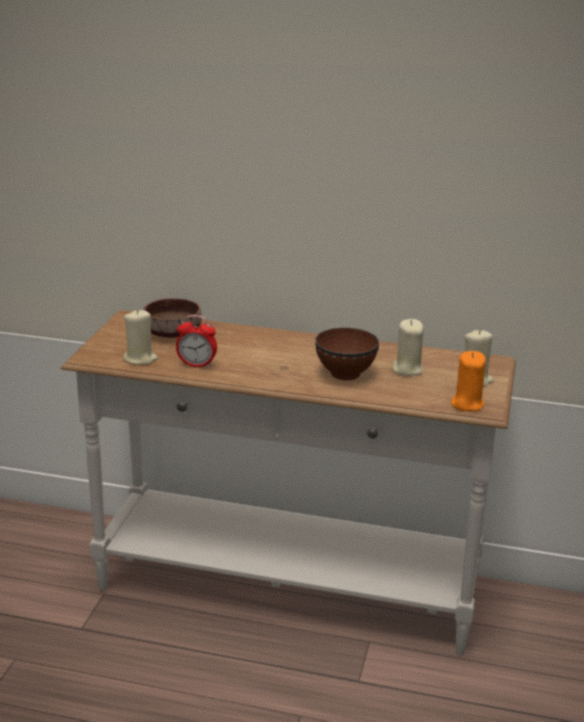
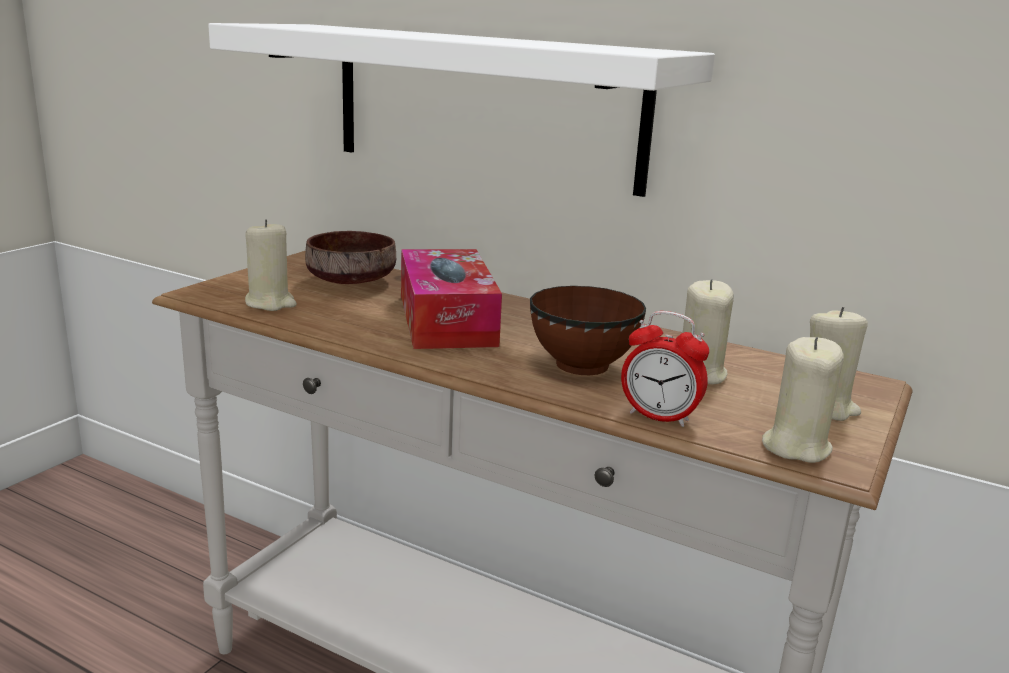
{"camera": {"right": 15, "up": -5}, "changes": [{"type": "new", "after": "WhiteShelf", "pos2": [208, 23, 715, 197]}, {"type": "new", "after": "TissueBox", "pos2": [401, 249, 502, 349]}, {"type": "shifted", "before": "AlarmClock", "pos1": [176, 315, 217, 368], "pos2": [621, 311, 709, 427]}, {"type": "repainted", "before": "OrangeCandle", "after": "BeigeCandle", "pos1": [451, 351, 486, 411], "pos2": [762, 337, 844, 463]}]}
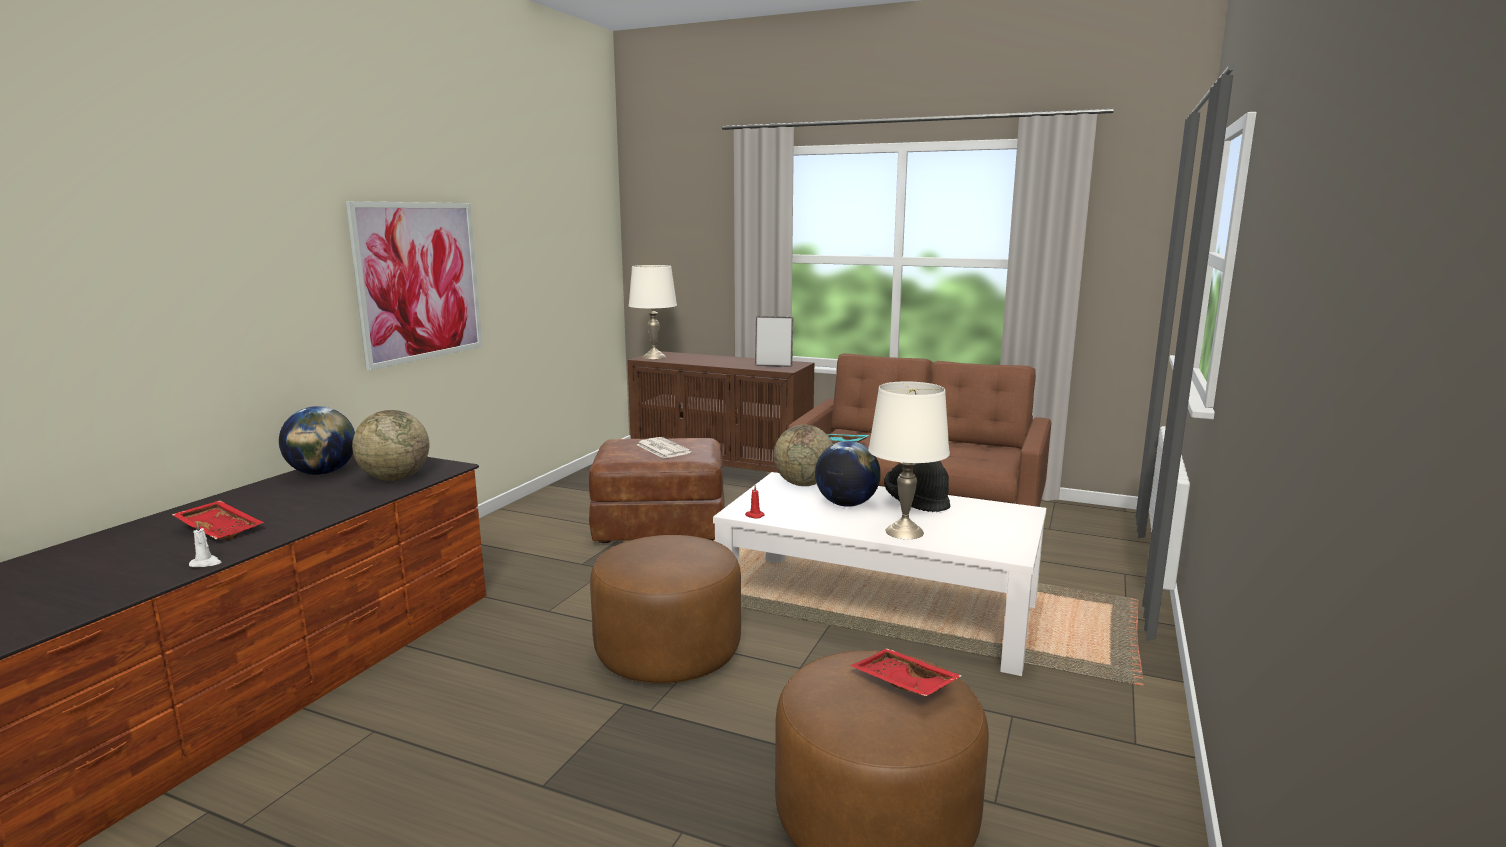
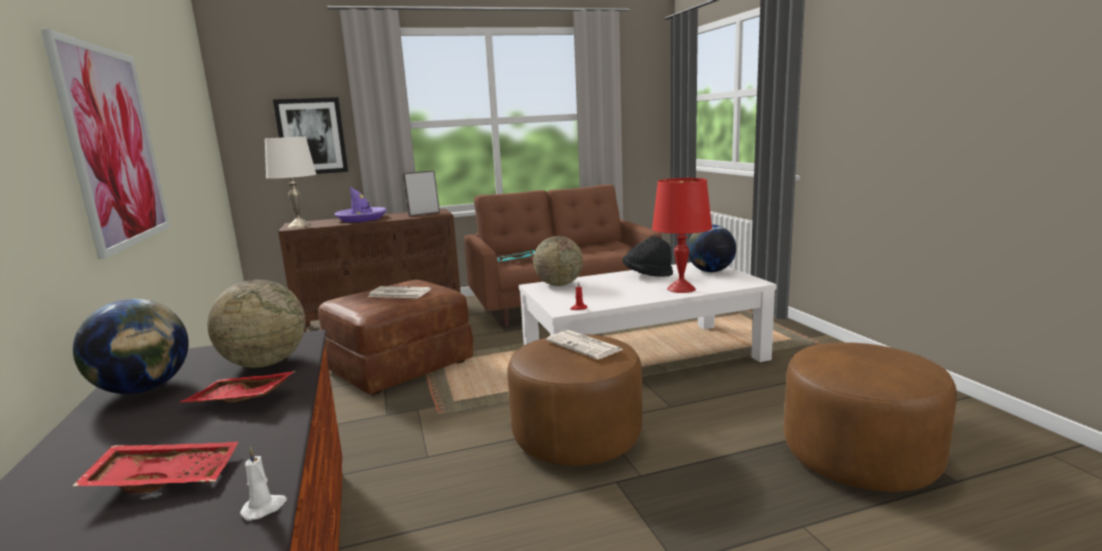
{"camera": {"right": -40, "up": 0}, "changes": [{"type": "shifted", "before": "RedTray", "pos1": [850, 648, 962, 697], "pos2": [180, 371, 296, 403]}, {"type": "new", "after": "Picture", "pos2": [273, 97, 348, 174]}, {"type": "new", "after": "PurpleHat", "pos2": [334, 187, 387, 222]}, {"type": "new", "after": "Newspaper", "pos2": [546, 330, 624, 359]}, {"type": "repainted", "before": "WhiteTableLamp", "after": "RedTableLamp", "pos1": [868, 381, 950, 539], "pos2": [652, 178, 712, 293]}, {"type": "shifted", "before": "Globe", "pos1": [815, 441, 881, 507], "pos2": [687, 224, 736, 272]}]}
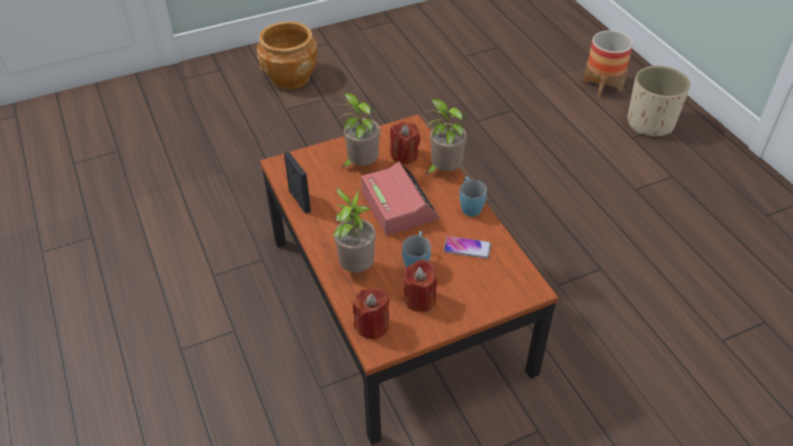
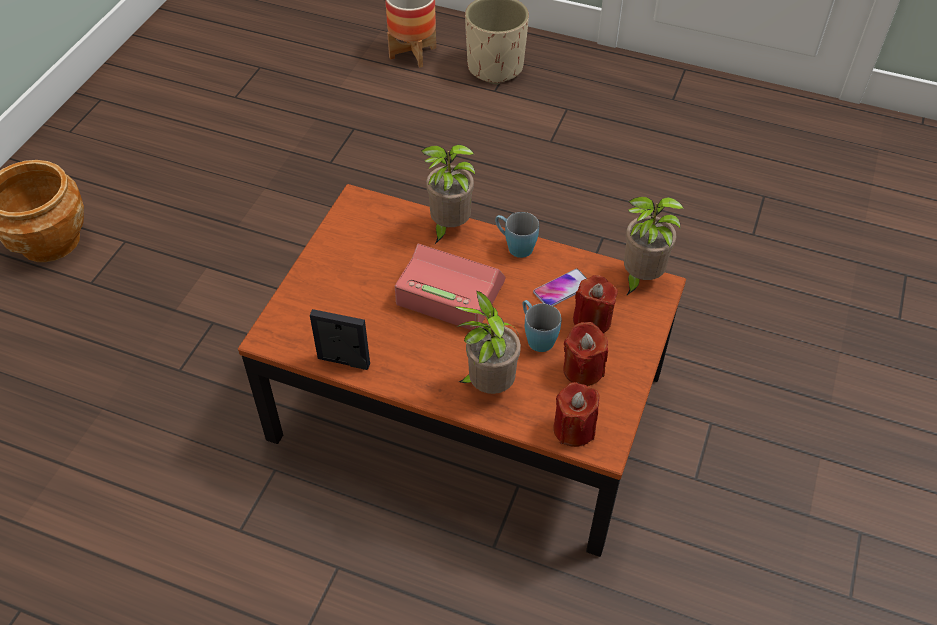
{"camera": {"right": -45, "up": 5}, "changes": [{"type": "shifted", "before": "RedCandle", "pos1": [390, 121, 421, 164], "pos2": [573, 275, 618, 333]}, {"type": "shifted", "before": "PottedPlant", "pos1": [337, 93, 380, 168], "pos2": [624, 197, 684, 296]}]}
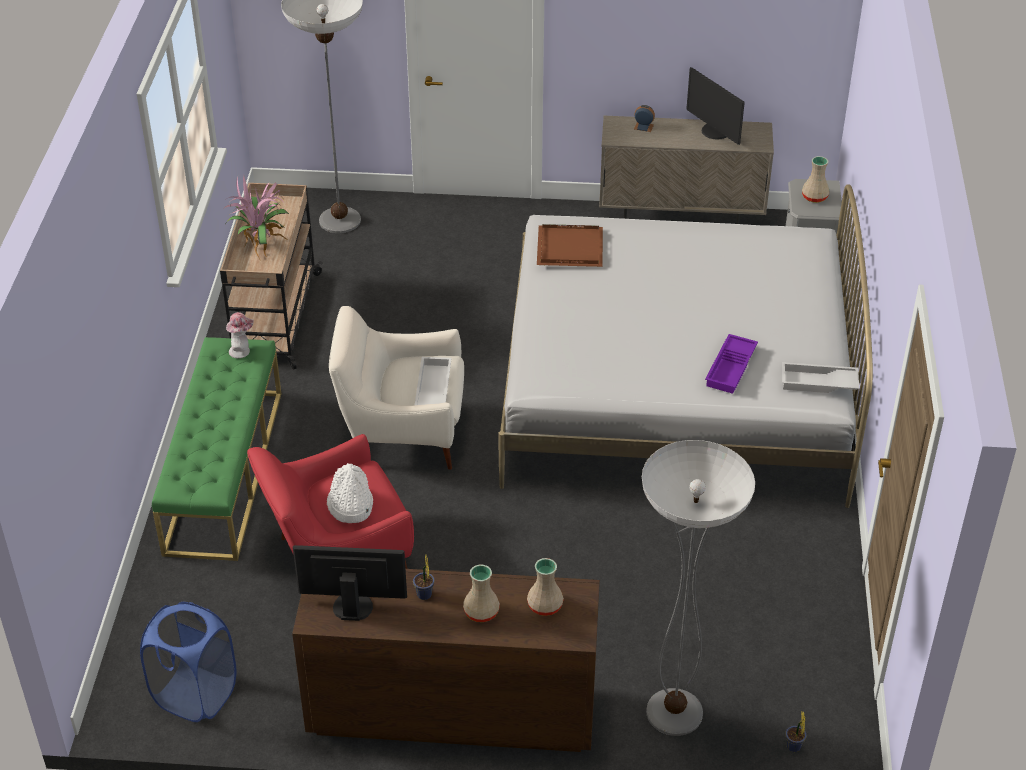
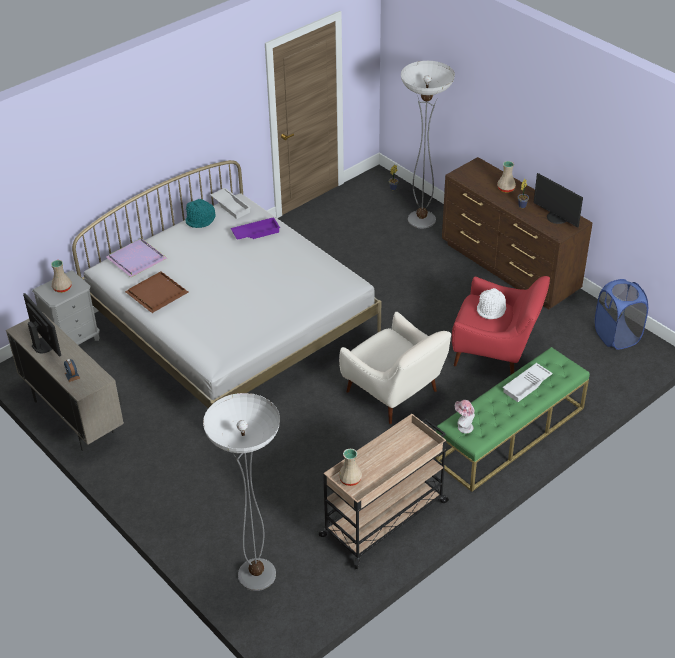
{"camera": {"right": -135, "up": 0}, "changes": [{"type": "rotated", "before": "Monitor", "pos1": [686, 67, 745, 145], "pos2": [23, 293, 61, 356], "turn": -45}, {"type": "new", "after": "PurpleTray", "pos2": [106, 238, 167, 277]}, {"type": "shifted", "before": "BrownTray", "pos1": [537, 224, 603, 267], "pos2": [125, 271, 188, 313]}, {"type": "new", "after": "TurquoiseHat", "pos2": [185, 199, 216, 228]}, {"type": "shifted", "before": "BeigeVase", "pos1": [527, 558, 564, 616], "pos2": [339, 449, 362, 486]}, {"type": "shifted", "before": "WhiteTray", "pos1": [415, 357, 452, 405], "pos2": [502, 363, 553, 402]}, {"type": "gone", "before": "PottedPlant", "pos1": [225, 177, 289, 259]}]}
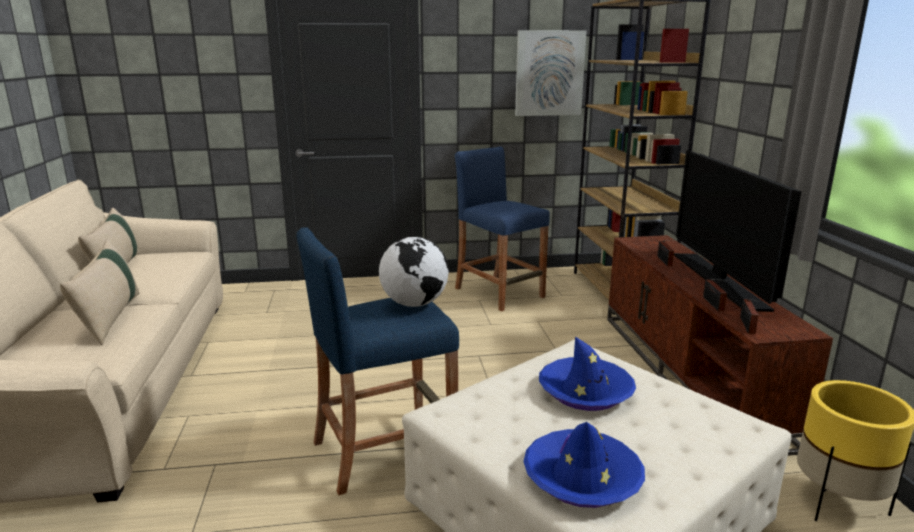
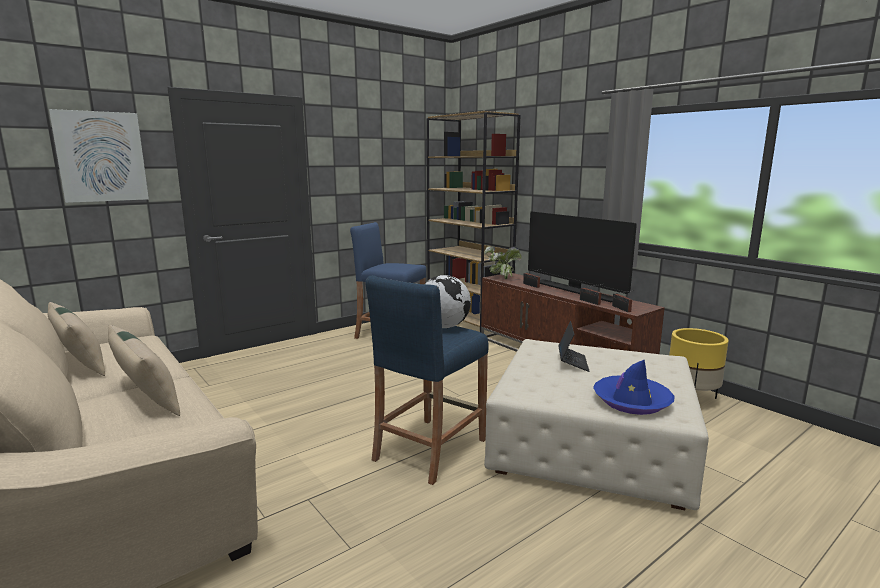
{"camera": {"right": -30, "up": -5}, "changes": [{"type": "shifted", "before": "Picture", "pos1": [515, 30, 587, 116], "pos2": [49, 109, 149, 203]}, {"type": "new", "after": "PottedPlant", "pos2": [484, 246, 521, 279]}, {"type": "swapped", "before": "BlueHat", "after": "Laptop", "pos1": [539, 337, 636, 411], "pos2": [558, 321, 589, 372]}]}
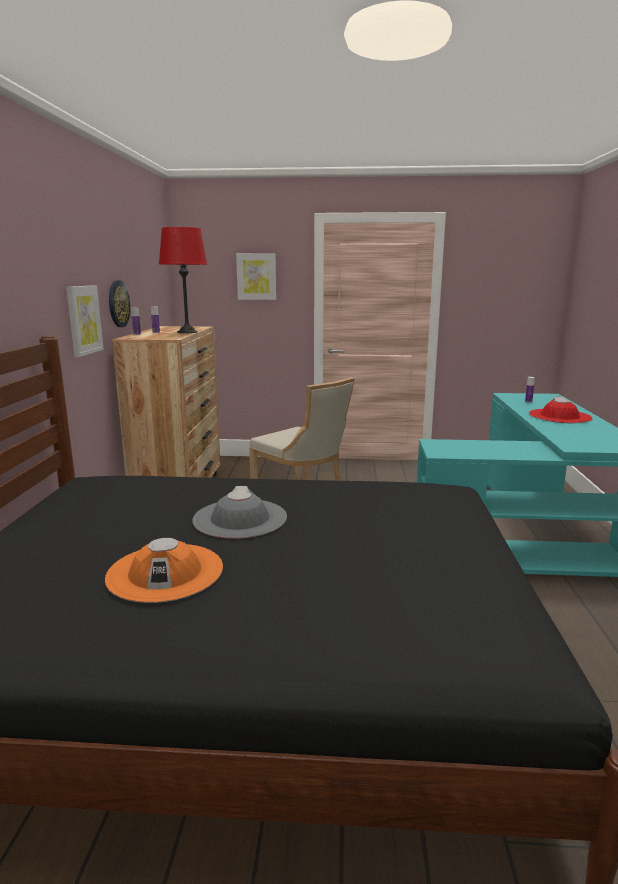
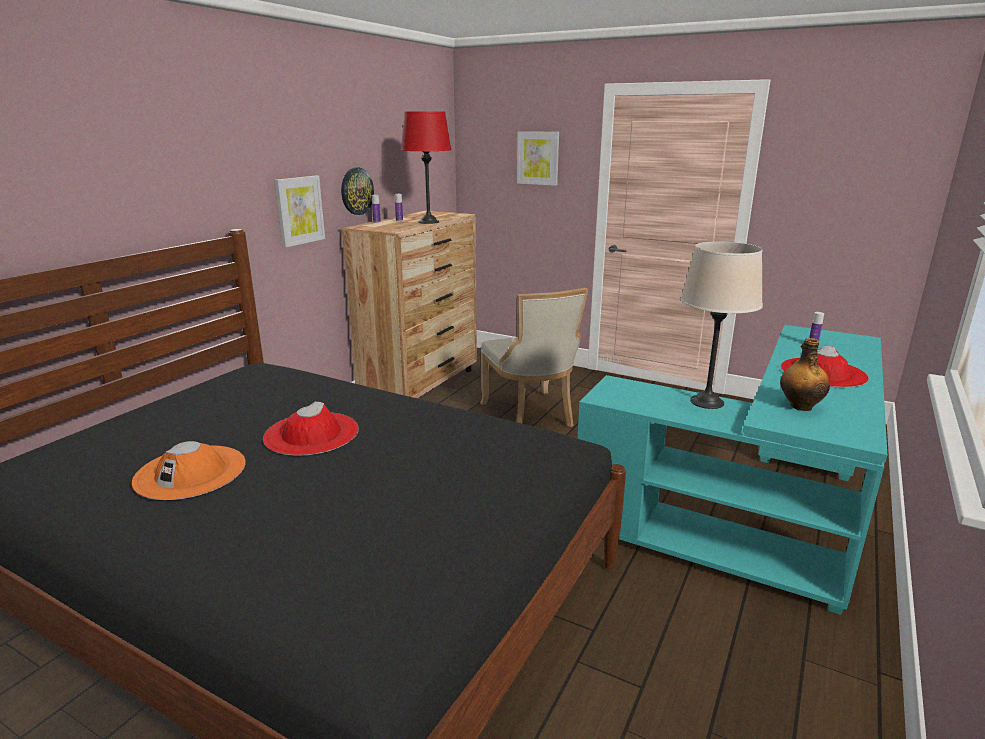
{"camera": {"right": 25, "up": 5}, "changes": [{"type": "repainted", "before": "GreyHat", "after": "RedHat", "pos1": [192, 486, 287, 539], "pos2": [263, 401, 359, 456]}, {"type": "new", "after": "BeigeTableLamp", "pos2": [680, 242, 763, 409]}, {"type": "new", "after": "Bottle", "pos2": [780, 338, 830, 411]}]}
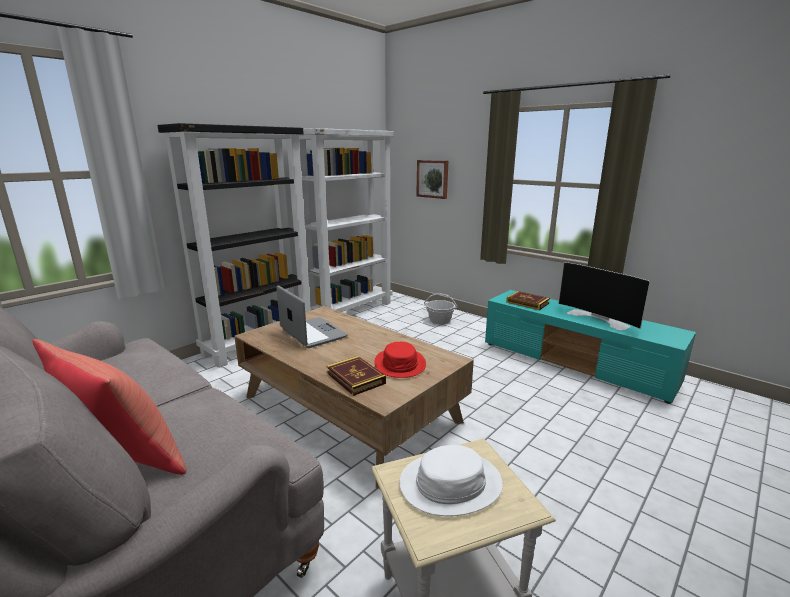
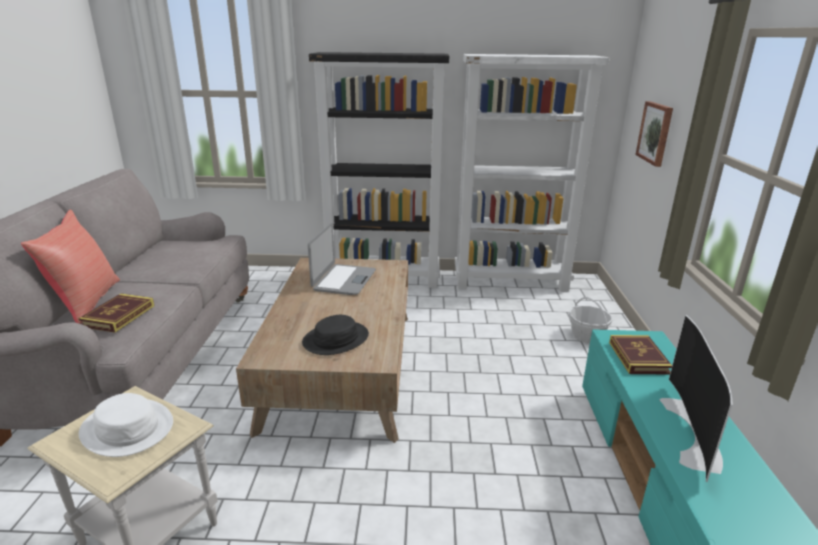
{"camera": {"right": 50, "up": 5}, "changes": [{"type": "shifted", "before": "Book", "pos1": [327, 356, 386, 396], "pos2": [78, 293, 154, 333]}, {"type": "repainted", "before": "RedHat", "after": "BlackHat", "pos1": [374, 342, 426, 378], "pos2": [302, 315, 369, 355]}]}
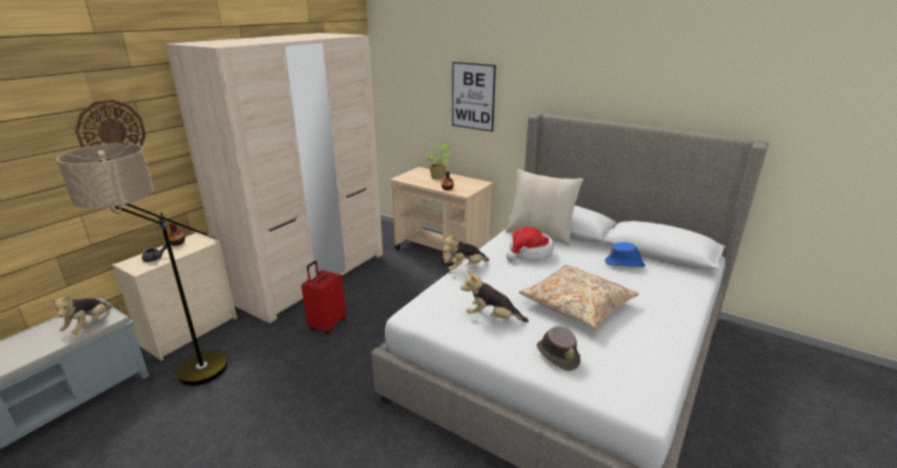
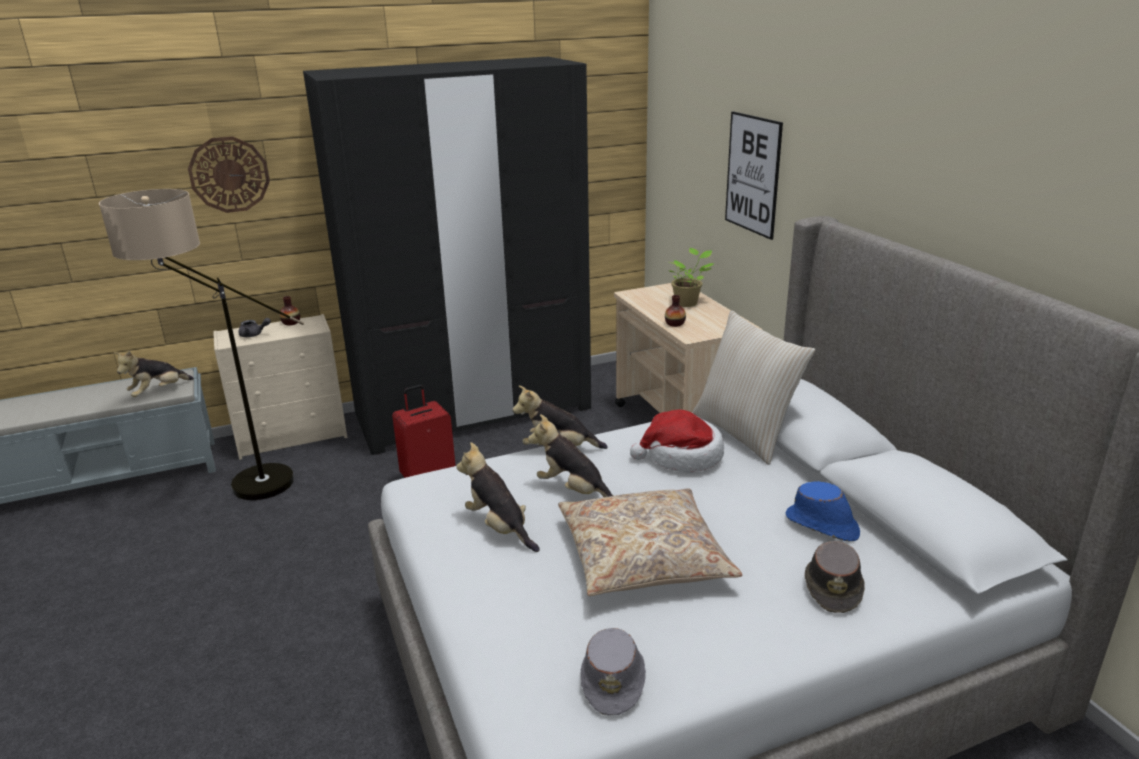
{"camera": {"right": 35, "up": 0}, "changes": [{"type": "repainted", "before": "BeigeWardrobe", "after": "BlackWardrobe", "pos1": [165, 33, 383, 323], "pos2": [303, 57, 591, 455]}, {"type": "new", "after": "PlushToy", "pos2": [528, 414, 613, 497]}, {"type": "new", "after": "GreyHat", "pos2": [581, 628, 646, 715]}, {"type": "shifted", "before": "BrownHat", "pos1": [537, 326, 580, 371], "pos2": [805, 541, 865, 613]}]}
